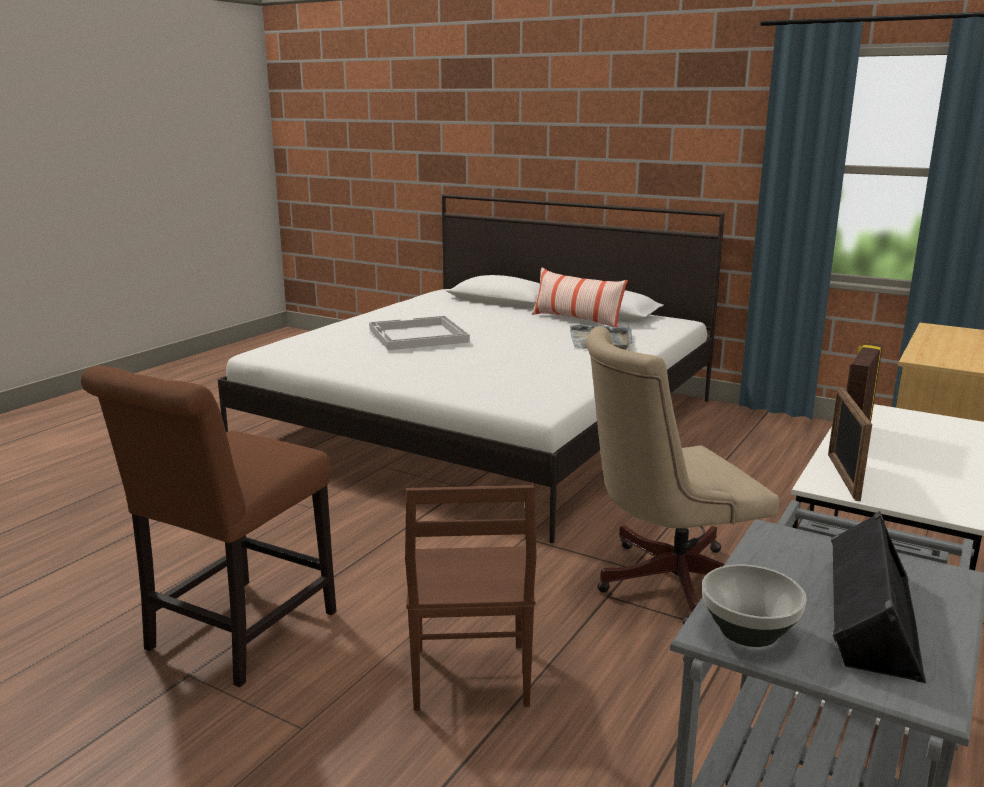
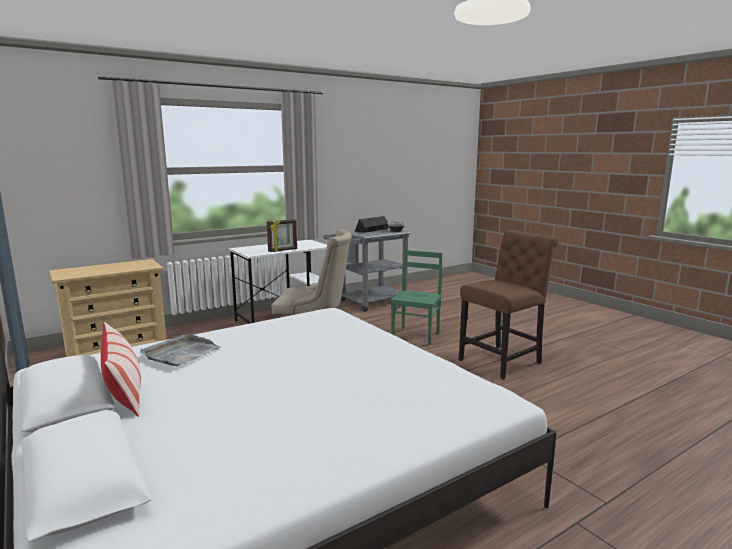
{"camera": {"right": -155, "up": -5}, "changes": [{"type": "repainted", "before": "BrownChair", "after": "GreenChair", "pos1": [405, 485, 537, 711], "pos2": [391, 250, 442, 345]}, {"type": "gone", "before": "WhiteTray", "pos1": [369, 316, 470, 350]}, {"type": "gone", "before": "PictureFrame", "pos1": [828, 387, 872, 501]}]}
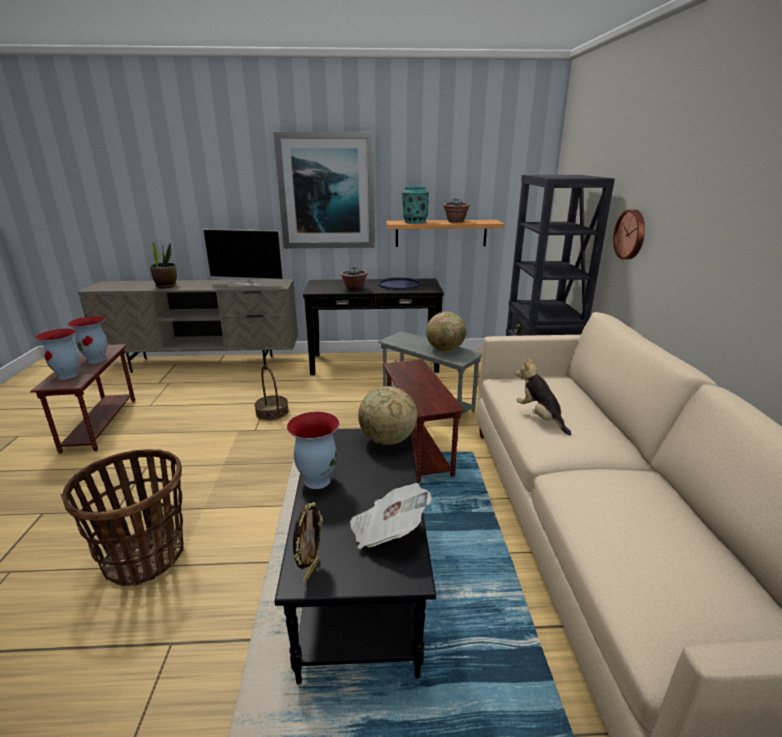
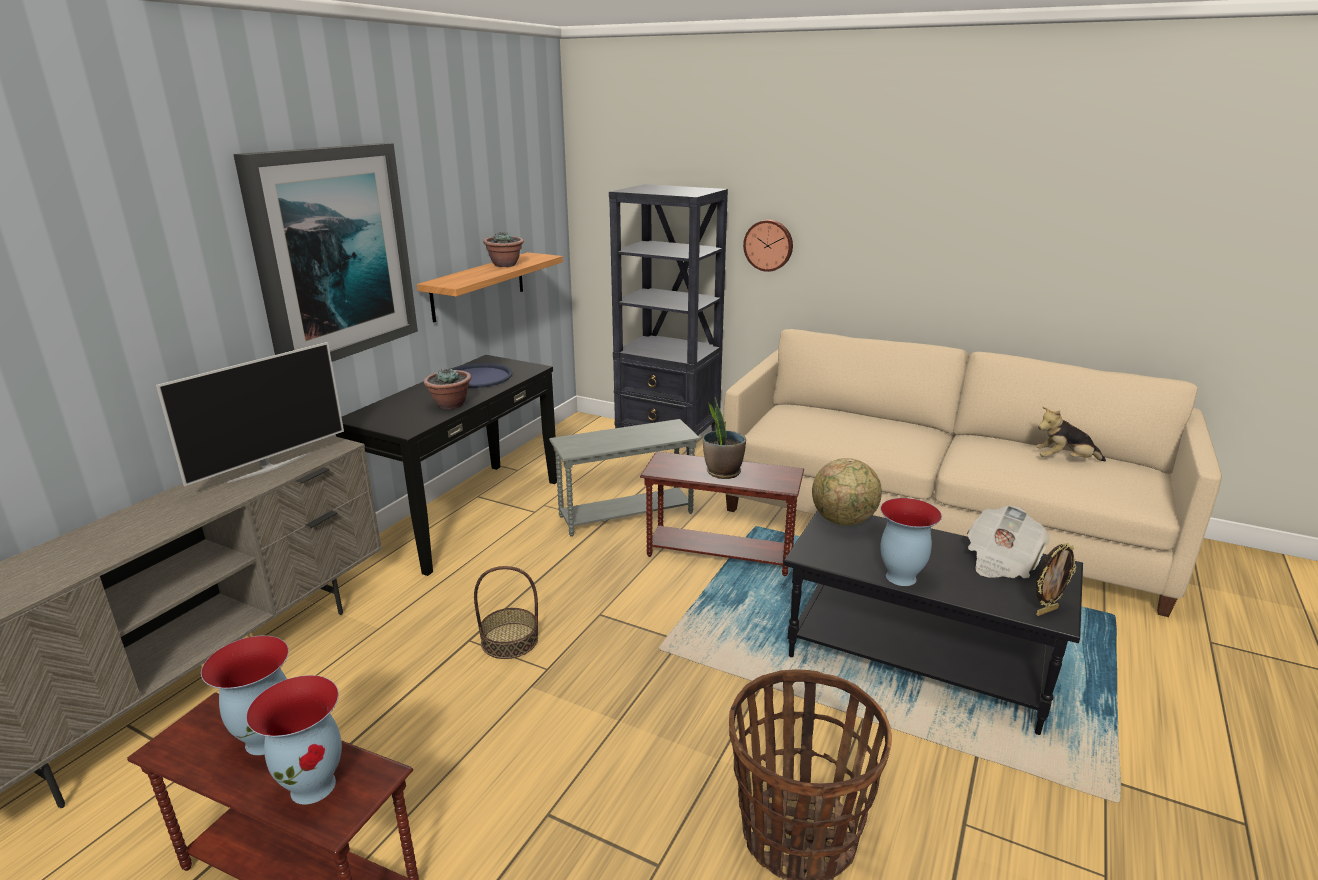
{"camera": {"right": -60, "up": 0}, "changes": [{"type": "shifted", "before": "PottedPlant", "pos1": [150, 240, 177, 288], "pos2": [703, 398, 746, 479]}, {"type": "shifted", "before": "PlushToy", "pos1": [515, 358, 571, 435], "pos2": [1036, 407, 1106, 461]}, {"type": "rotated", "before": "PictureFrame", "pos1": [293, 502, 323, 583], "pos2": [1036, 543, 1076, 616], "turn": 105}, {"type": "gone", "before": "TurquoiseVase", "pos1": [402, 186, 429, 224]}, {"type": "gone", "before": "Globe", "pos1": [426, 312, 466, 351]}]}
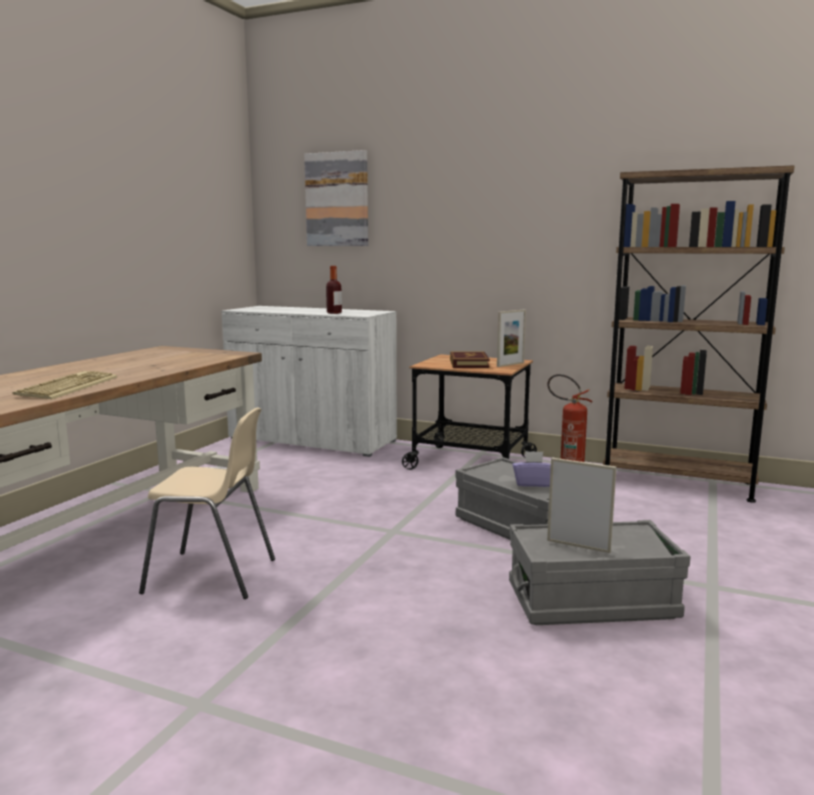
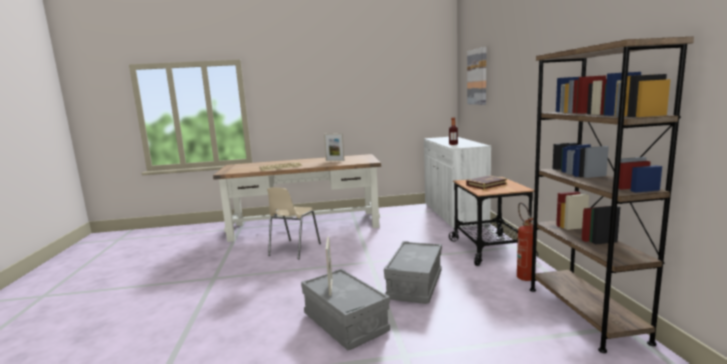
{"camera": {"right": 60, "up": 0}, "changes": [{"type": "rotated", "before": "BeigeChair", "pos1": [139, 407, 275, 599], "pos2": [267, 187, 321, 259], "turn": 45}, {"type": "shifted", "before": "PictureFrame", "pos1": [497, 310, 526, 367], "pos2": [324, 133, 344, 161]}, {"type": "gone", "before": "PurpleTissueBox", "pos1": [512, 451, 551, 487]}]}
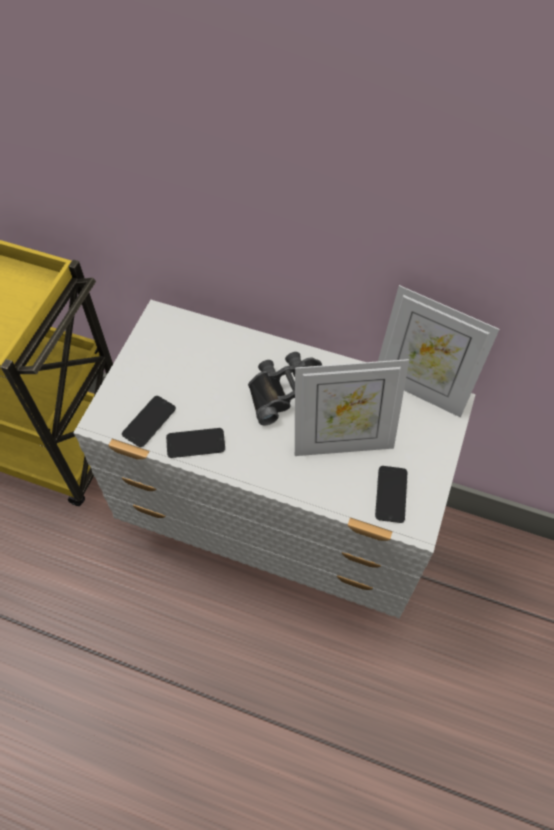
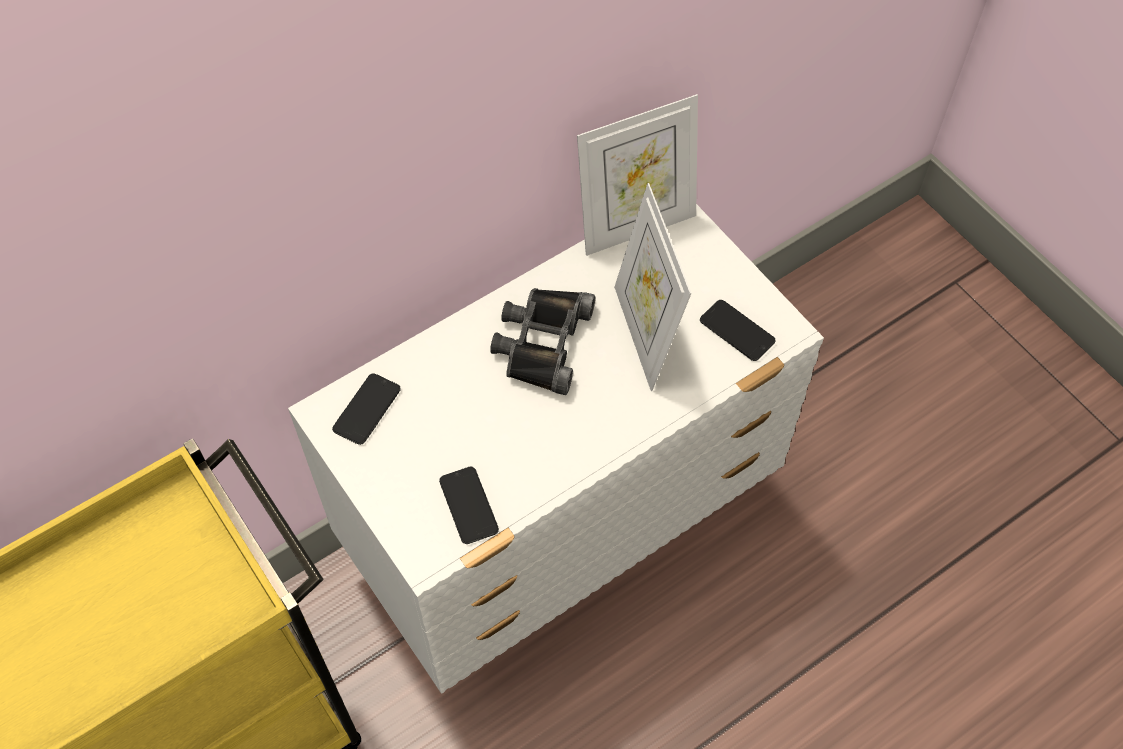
{"camera": {"right": -55, "up": 0}, "changes": [{"type": "shifted", "before": "Phone", "pos1": [166, 428, 225, 458], "pos2": [332, 373, 401, 445]}, {"type": "rotated", "before": "PictureFrame", "pos1": [295, 359, 409, 456], "pos2": [614, 183, 692, 391], "turn": 135}]}
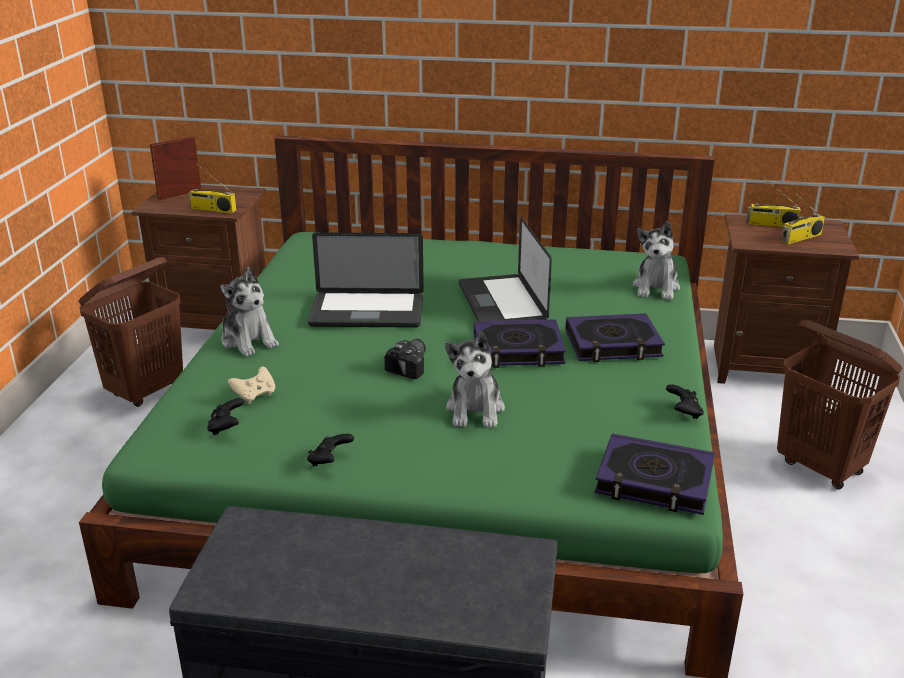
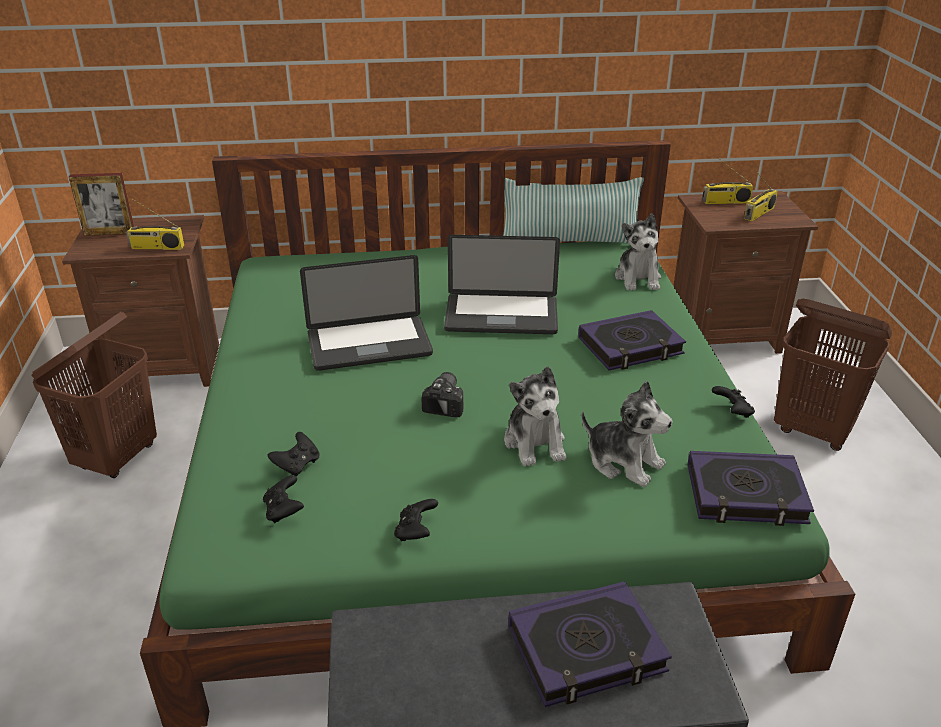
{"camera": {"right": -15, "up": 5}, "changes": [{"type": "rotated", "before": "PictureFrame", "pos1": [150, 137, 201, 200], "pos2": [69, 173, 134, 236], "turn": -135}, {"type": "repainted", "before": "BeigeGameController", "after": "BlackGameController", "pos1": [228, 367, 275, 404], "pos2": [267, 432, 320, 477]}, {"type": "rotated", "before": "Laptop", "pos1": [459, 217, 552, 321], "pos2": [444, 235, 560, 334], "turn": -60}, {"type": "new", "after": "Pillow", "pos2": [503, 177, 644, 244]}, {"type": "shifted", "before": "Book", "pos1": [474, 319, 566, 368], "pos2": [508, 581, 672, 707]}, {"type": "shifted", "before": "PlushToy", "pos1": [220, 267, 279, 357], "pos2": [581, 381, 673, 487]}]}
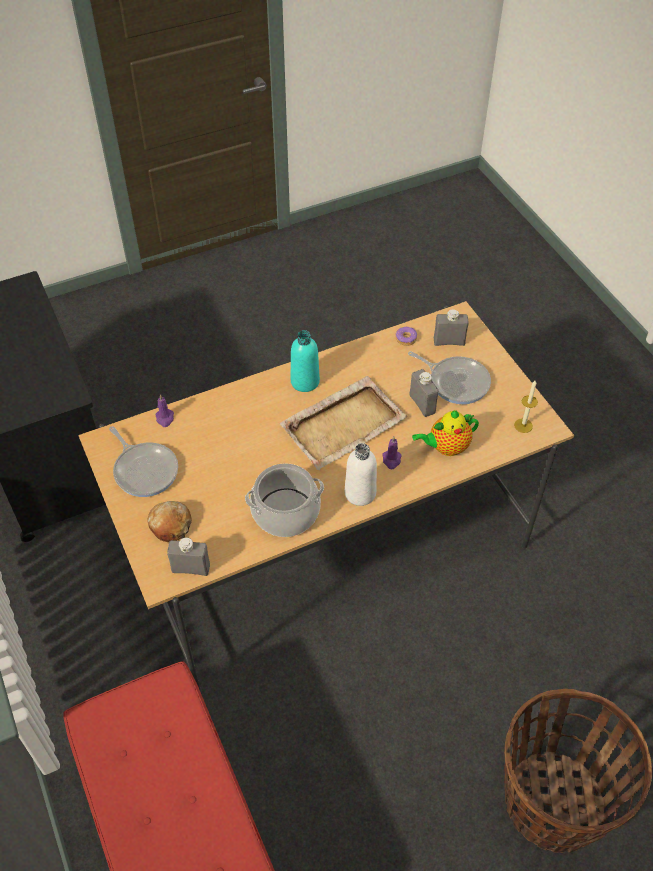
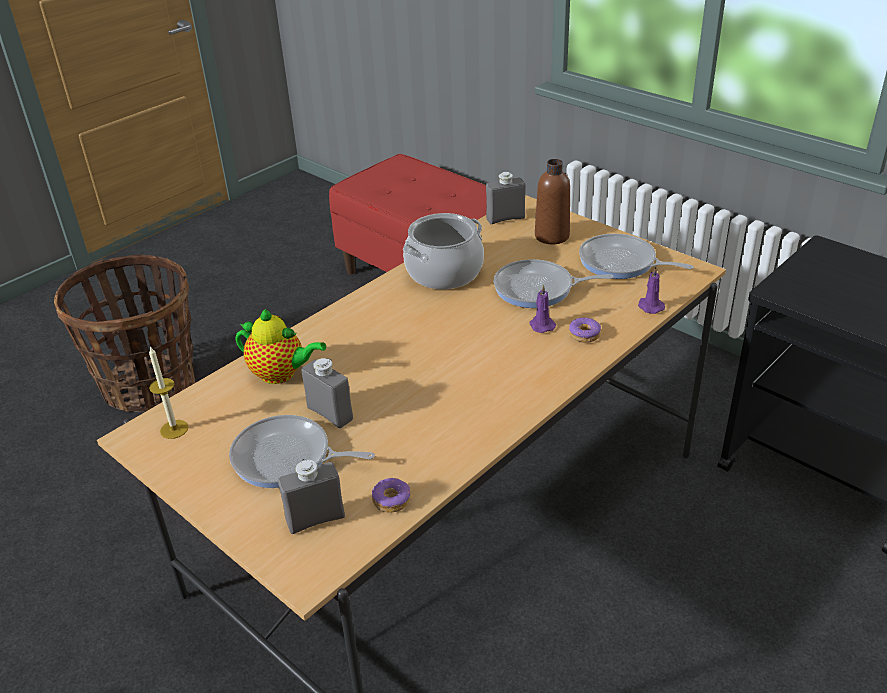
{"camera": {"right": 160, "up": -15}, "changes": [{"type": "rotated", "before": "Teapot", "pos1": [412, 410, 479, 456], "pos2": [236, 309, 326, 384], "turn": 60}, {"type": "new", "after": "FryingPan", "pos2": [493, 259, 614, 308]}, {"type": "shifted", "before": "PurpleCandle", "pos1": [382, 436, 402, 470], "pos2": [529, 284, 556, 333]}, {"type": "swapped", "before": "Bread", "after": "BrownBottle", "pos1": [147, 501, 192, 542], "pos2": [535, 159, 570, 244]}, {"type": "new", "after": "Donut", "pos2": [569, 318, 601, 343]}, {"type": "gone", "before": "BeigeTray", "pos1": [280, 376, 407, 470]}, {"type": "gone", "before": "TurquoiseBottle", "pos1": [291, 330, 320, 392]}, {"type": "gone", "before": "WhiteBottle", "pos1": [345, 443, 377, 506]}]}
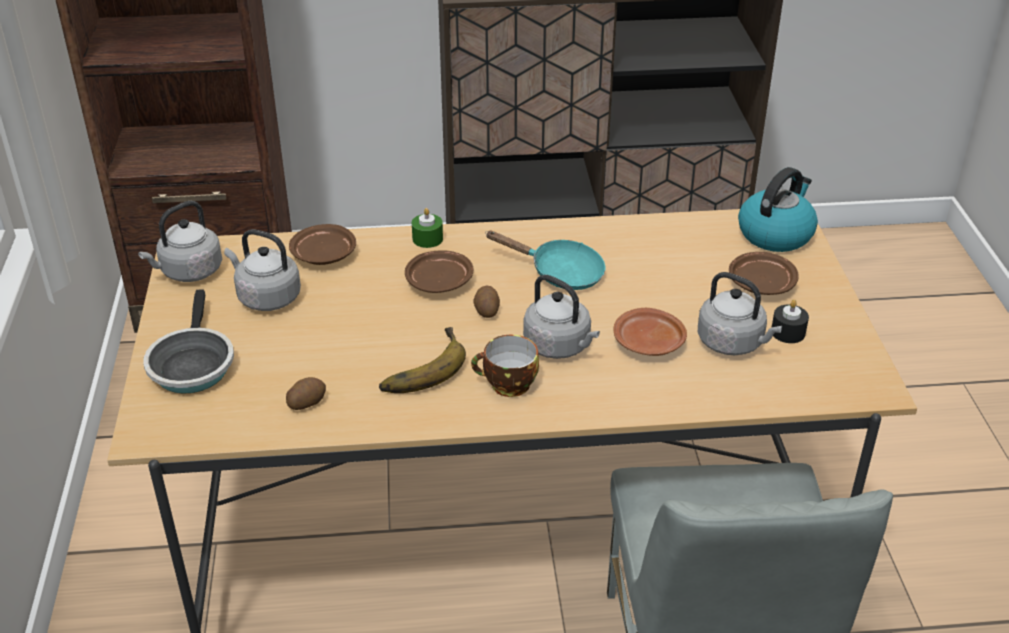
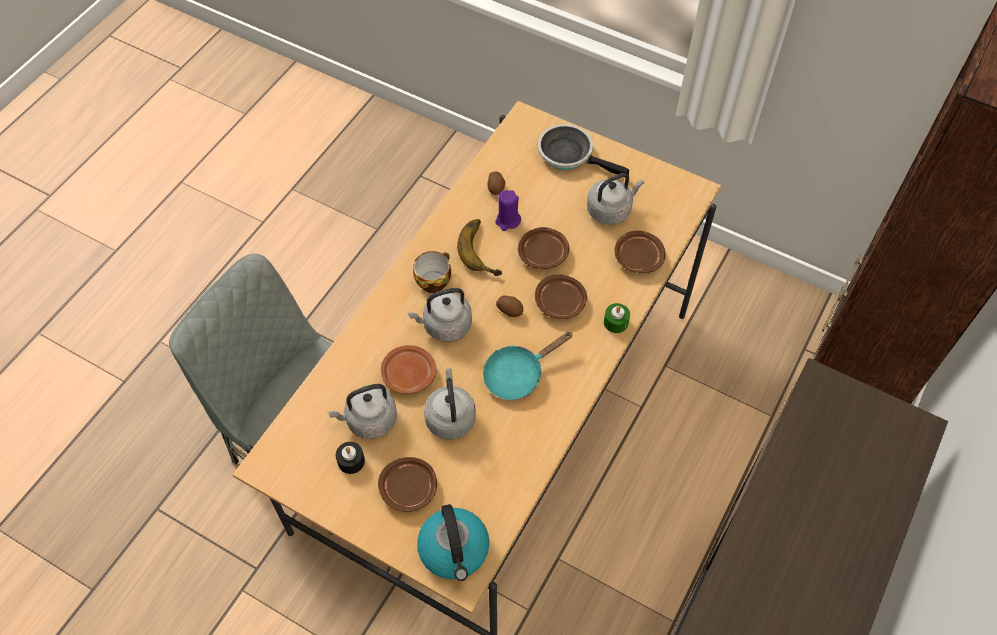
{"camera": {"right": 125, "up": 20}, "changes": [{"type": "shifted", "before": "GreyKettle", "pos1": [138, 201, 222, 282], "pos2": [424, 369, 476, 440]}, {"type": "new", "after": "PurpleCandle", "pos2": [495, 190, 521, 231]}, {"type": "new", "after": "BrownPlate", "pos2": [518, 227, 569, 269]}]}
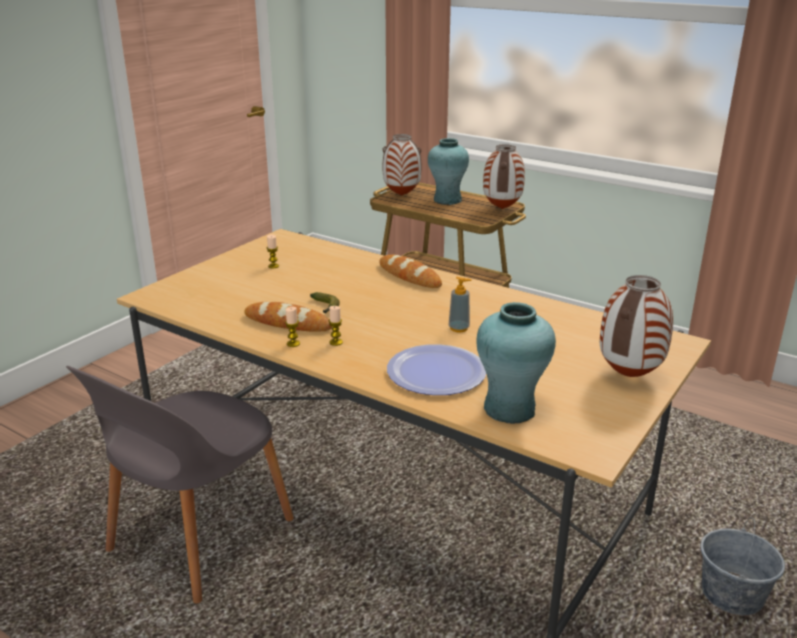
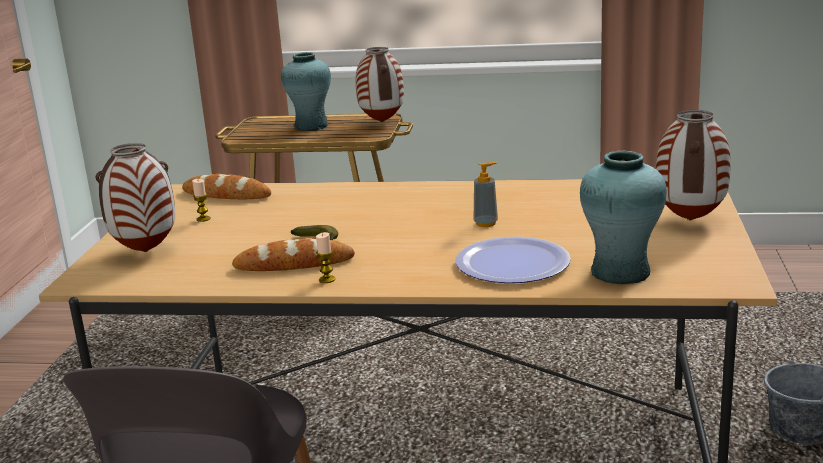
{"camera": {"right": -25, "up": -5}, "changes": [{"type": "shifted", "before": "Vase", "pos1": [383, 134, 421, 196], "pos2": [96, 143, 175, 252]}, {"type": "shifted", "before": "Bread", "pos1": [379, 255, 442, 288], "pos2": [182, 174, 271, 199]}, {"type": "gone", "before": "Candle", "pos1": [328, 306, 343, 346]}]}
